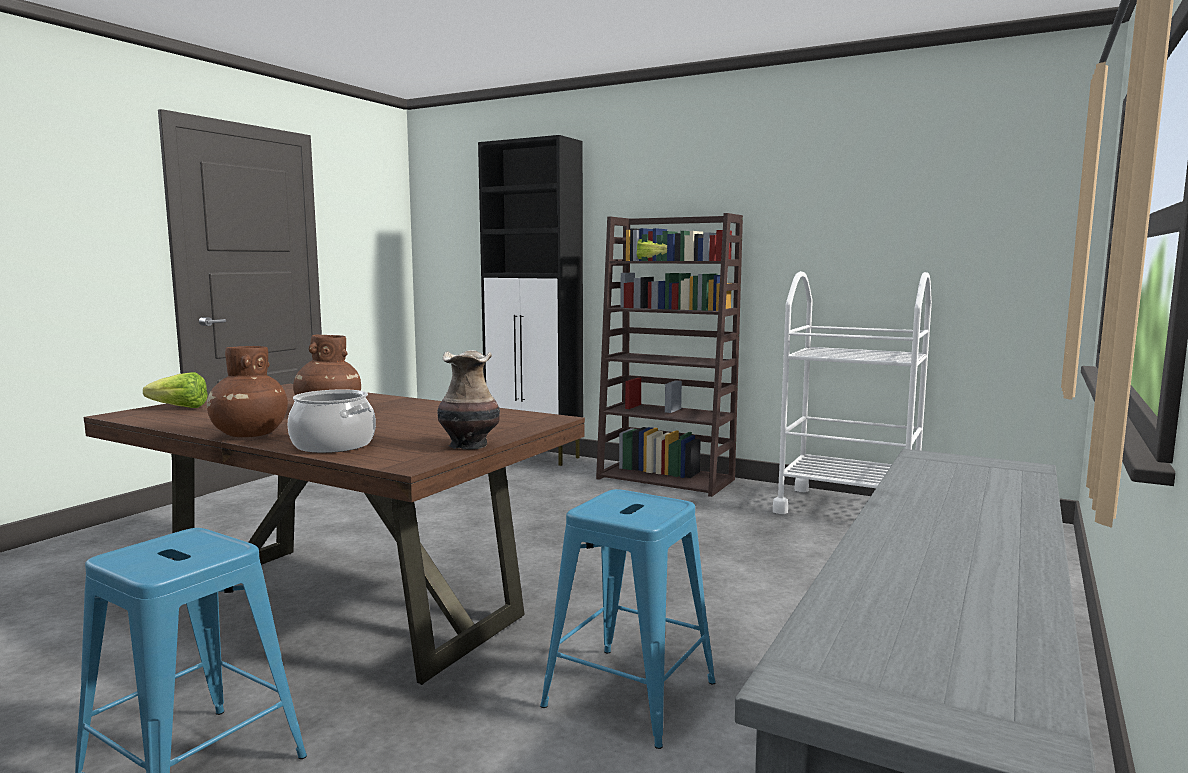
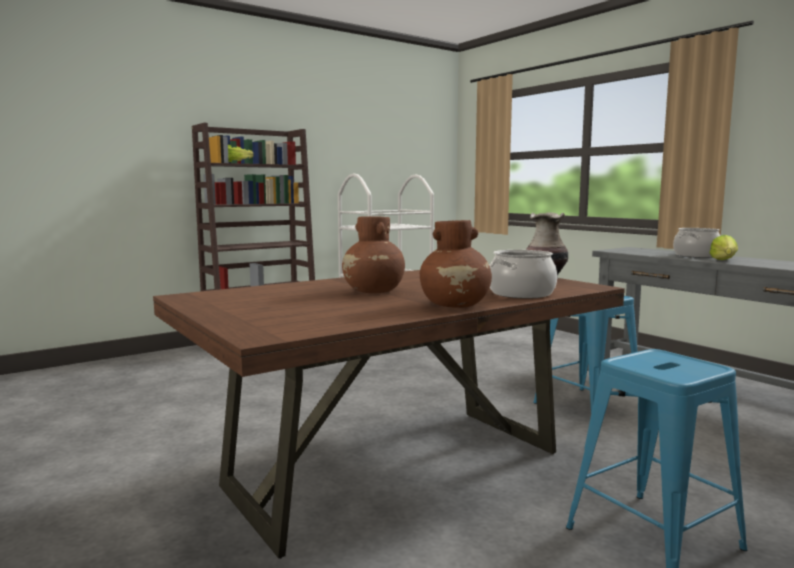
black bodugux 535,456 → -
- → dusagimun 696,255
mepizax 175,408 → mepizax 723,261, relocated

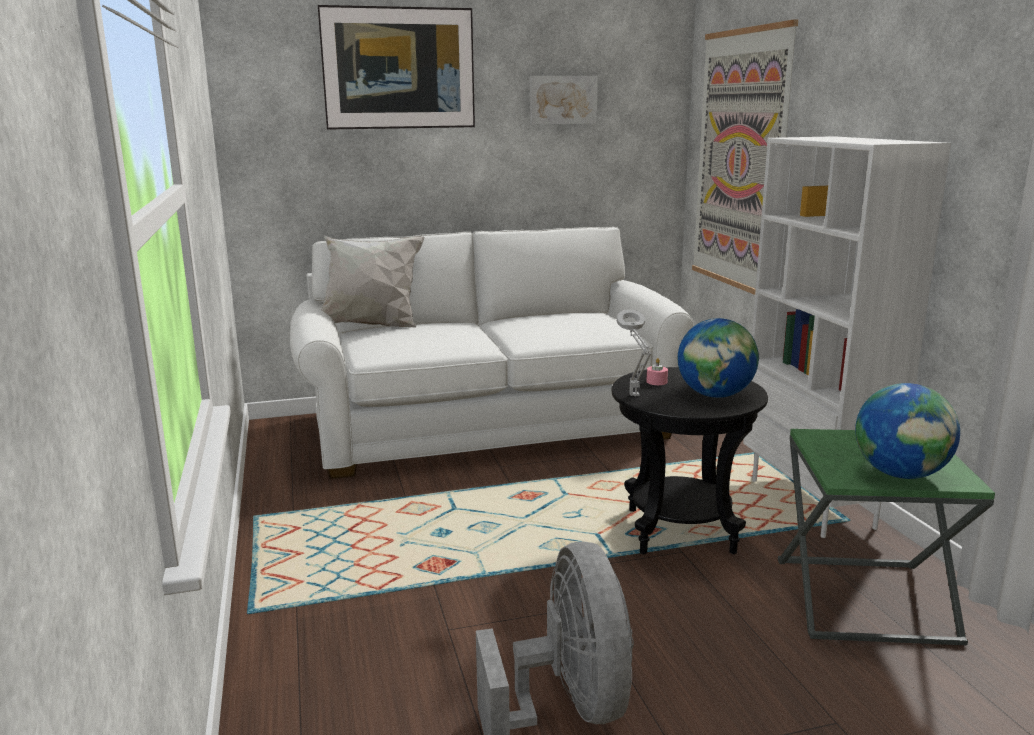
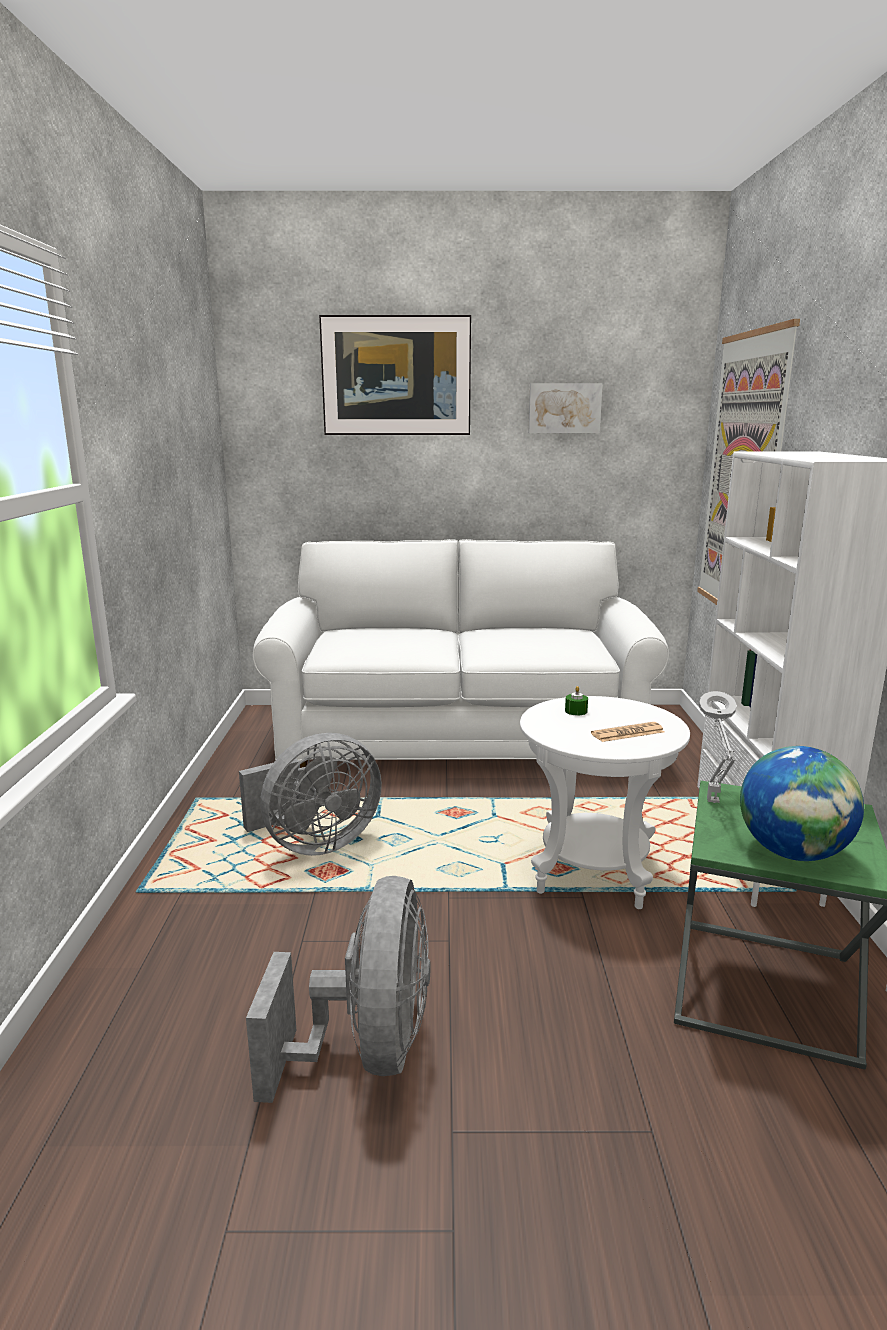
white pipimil 372,326 → -
- → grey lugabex 314,844
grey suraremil 634,397 → grey suraremil 713,803, relocated
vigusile 715,395 → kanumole 627,733
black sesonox 680,531 → white sesonox 593,874
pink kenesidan 656,382 → green kenesidan 576,711

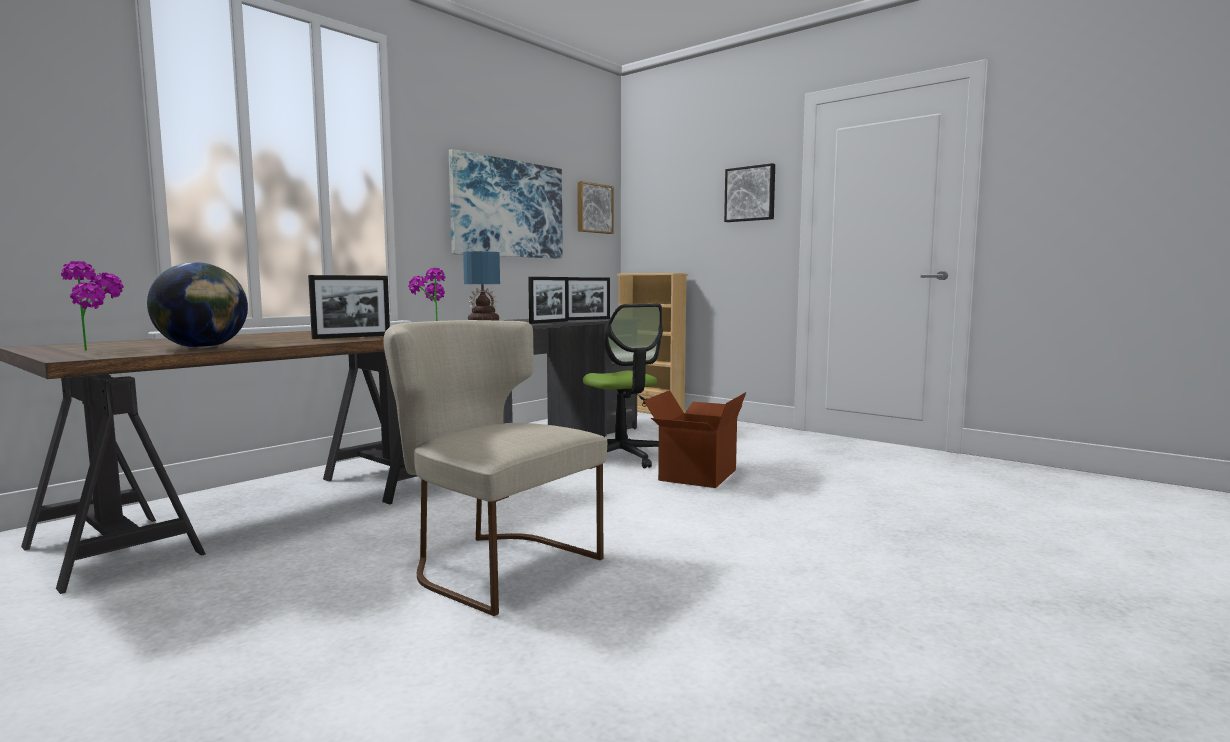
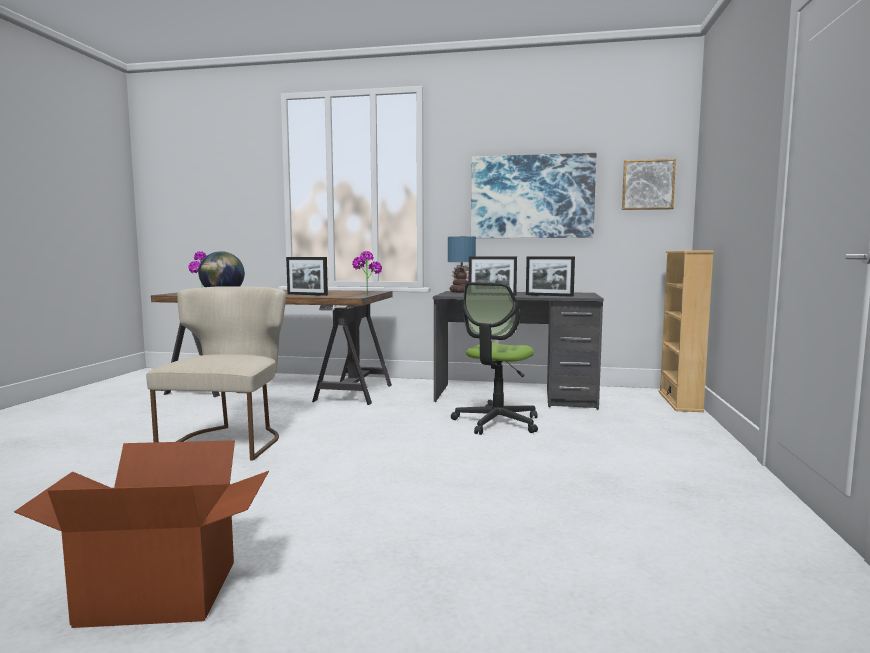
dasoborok 750,194 → -
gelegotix 696,474 → gelegotix 161,591, relocated

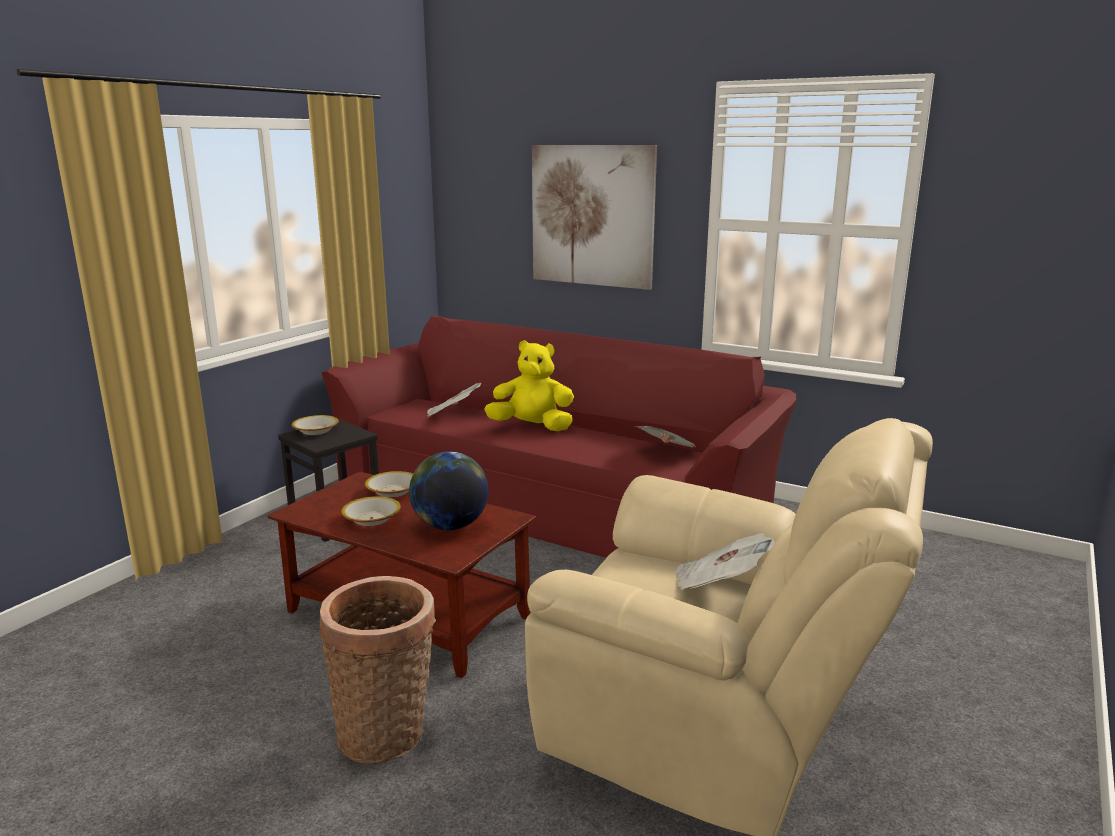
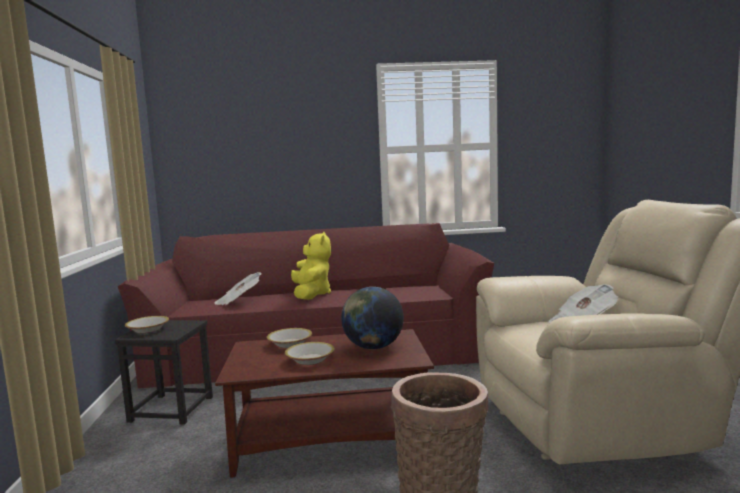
dasoborok 592,216 → -
kanumole 667,453 → -
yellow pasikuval 532,427 → yellow pasikuval 311,295, 105 degrees clockwise

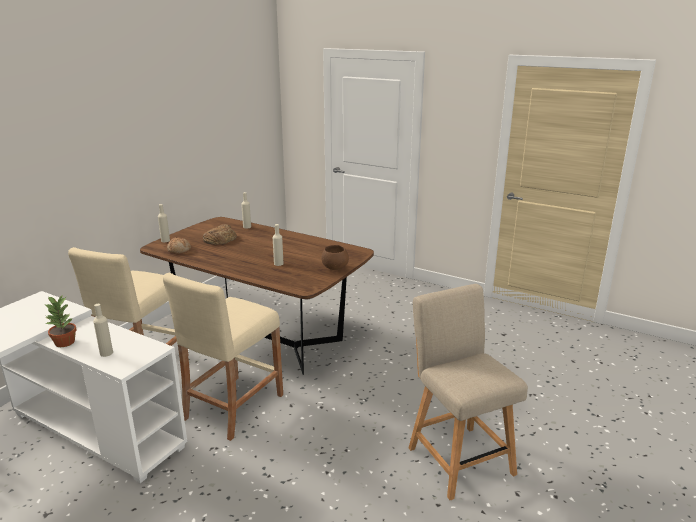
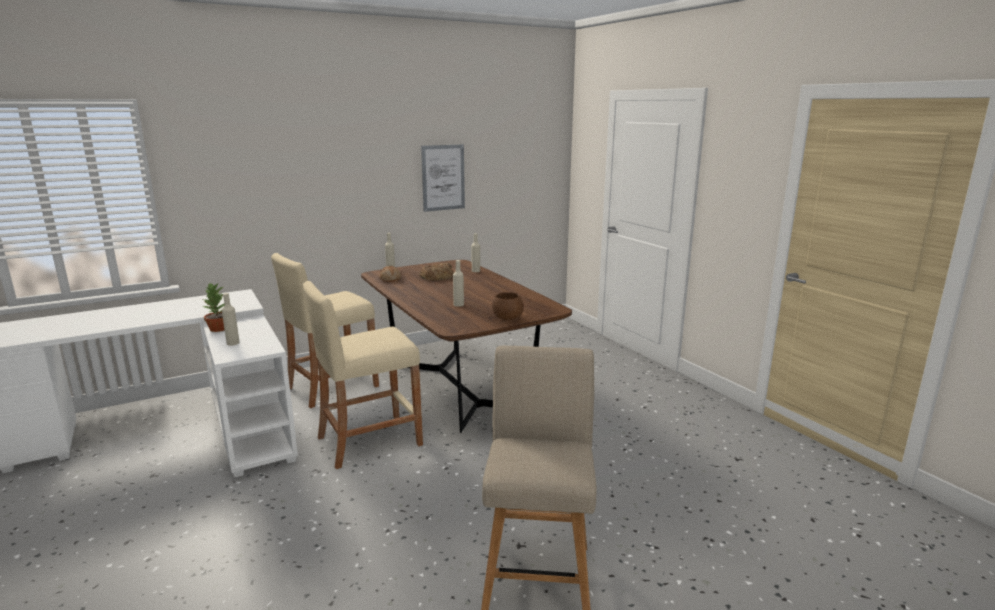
- → dasoborok 443,177

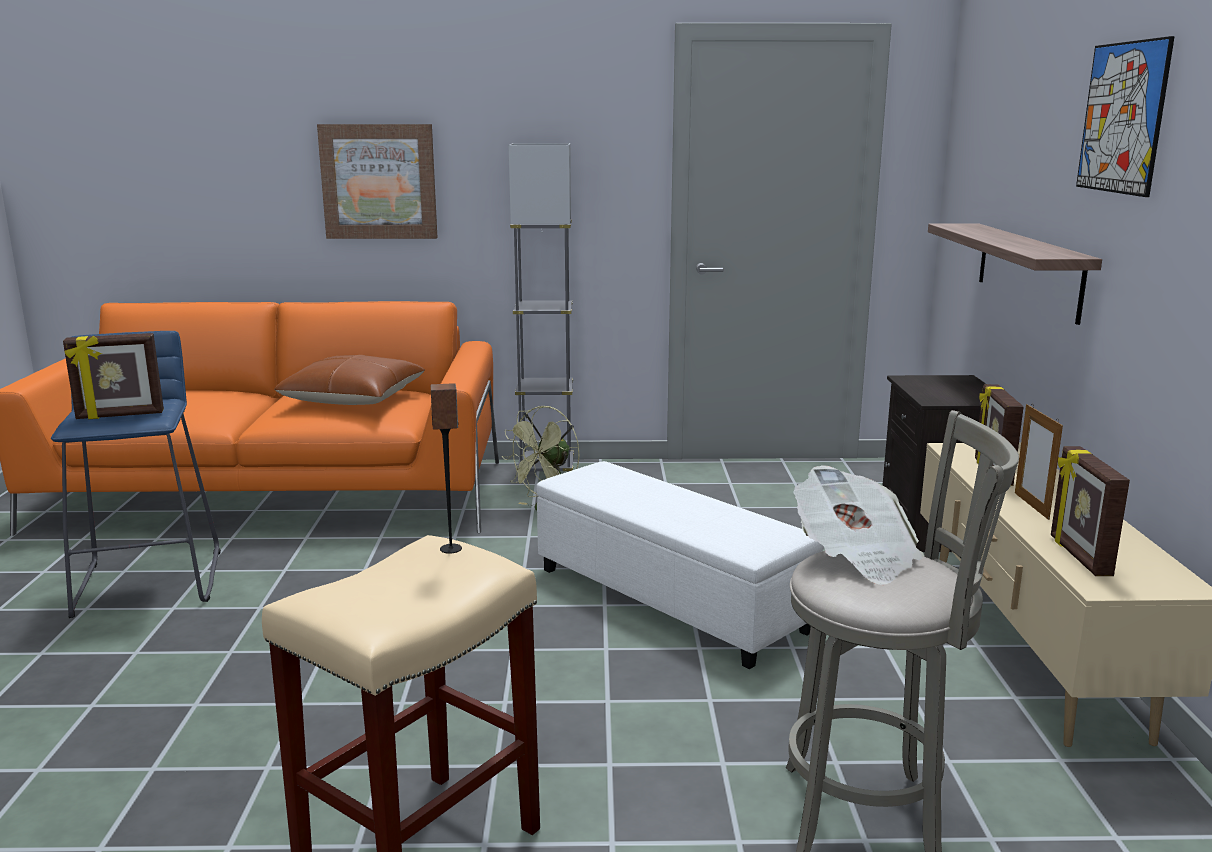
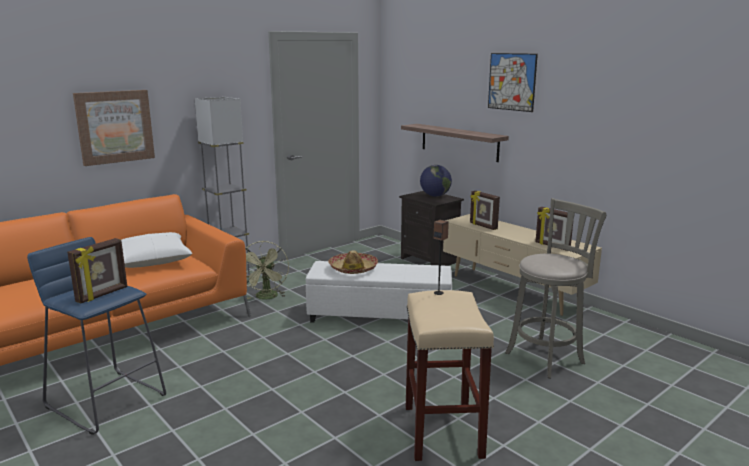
kanumole 855,556 → -
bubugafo 1031,506 → -
- → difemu 353,269
- → vigusile 435,196
brown pipimil 353,398 → white pipimil 152,260

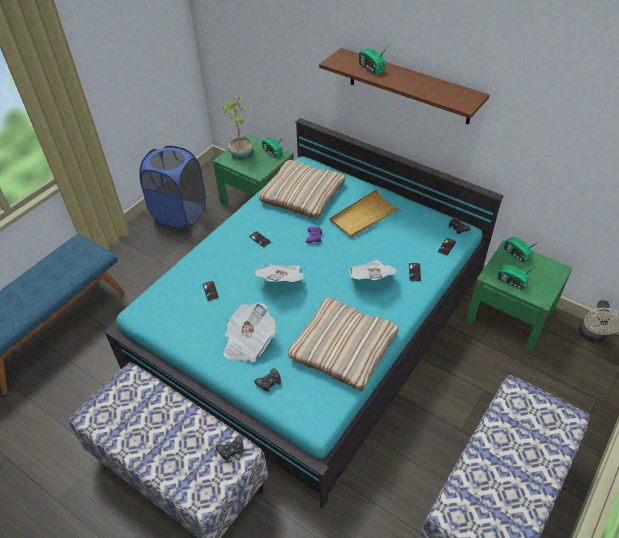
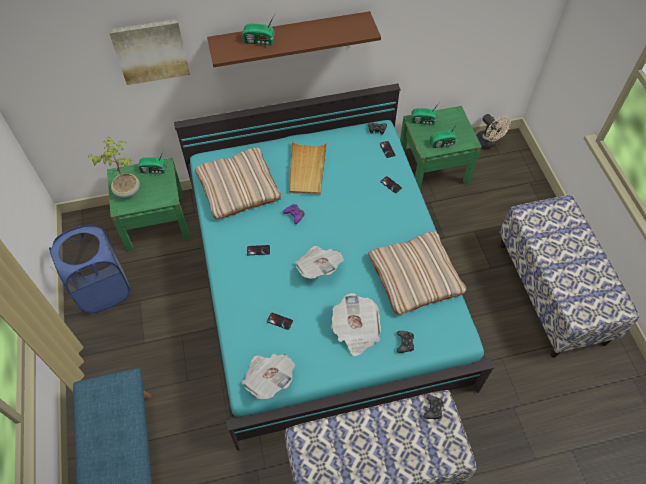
- → dasoborok 151,51
kanumole 371,279 → kanumole 268,378, relocated

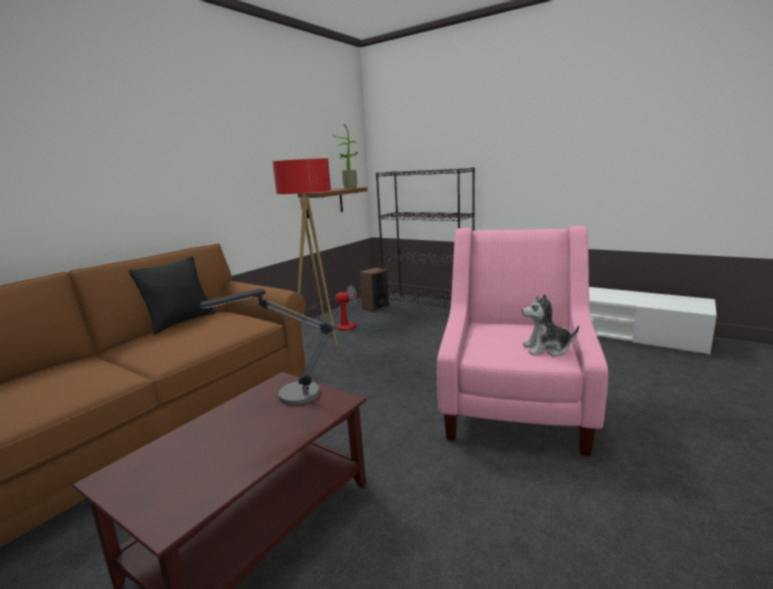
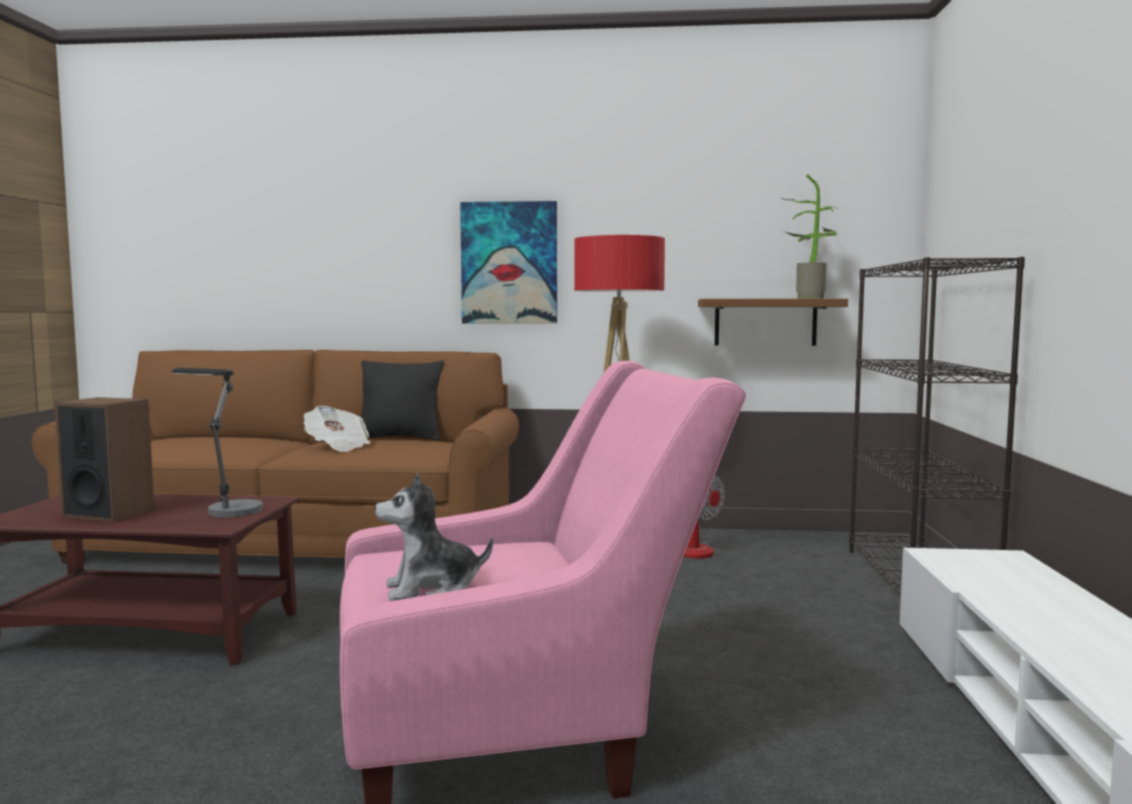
- → kanumole 337,446
- → dasoborok 509,263
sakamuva 375,307 → sakamuva 109,513, relocated
pasikuval 547,349 → pasikuval 431,589, 75 degrees counterclockwise

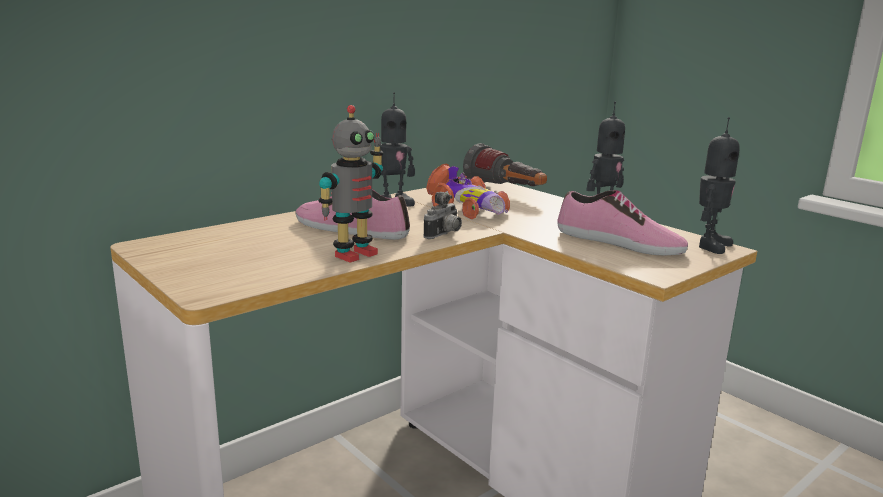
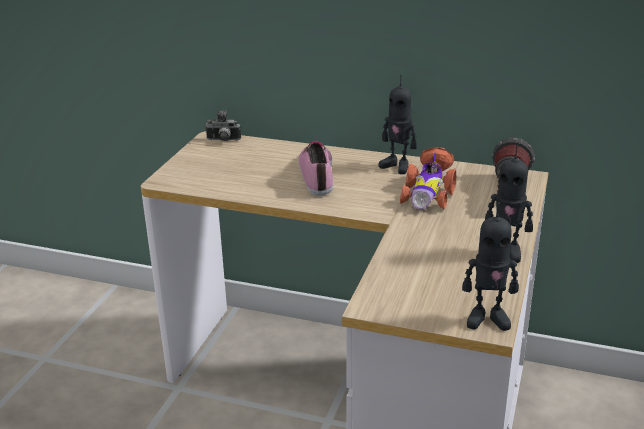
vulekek 353,254 → -
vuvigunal 618,242 → -
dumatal 444,235 → dumatal 223,140, relocated

